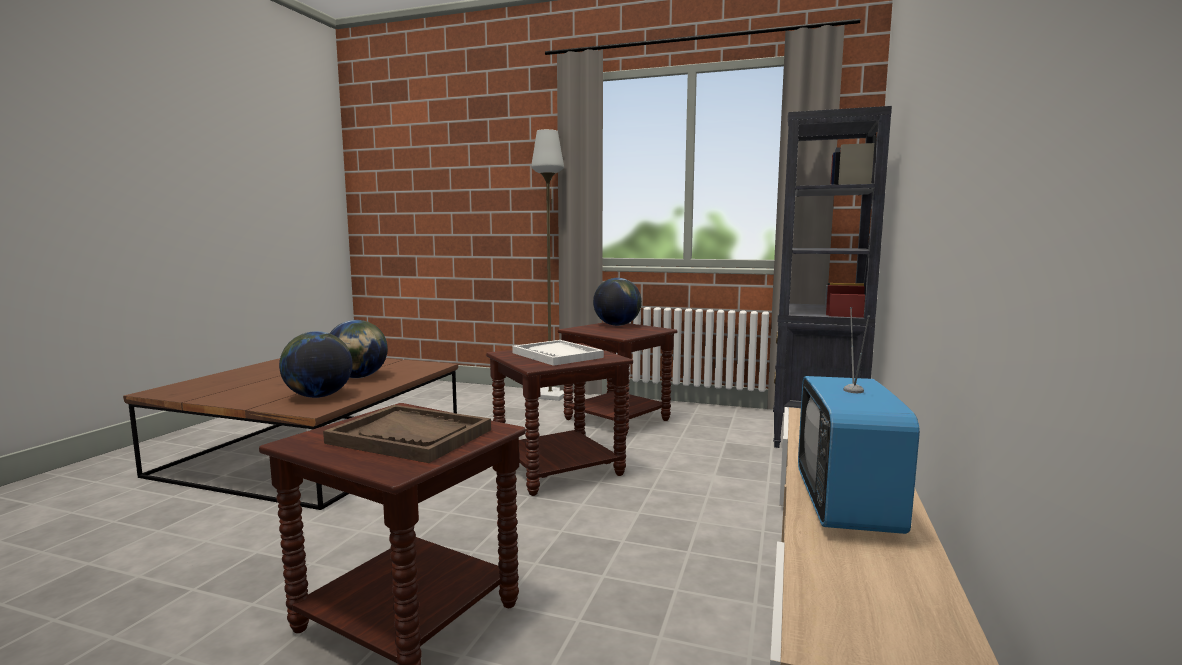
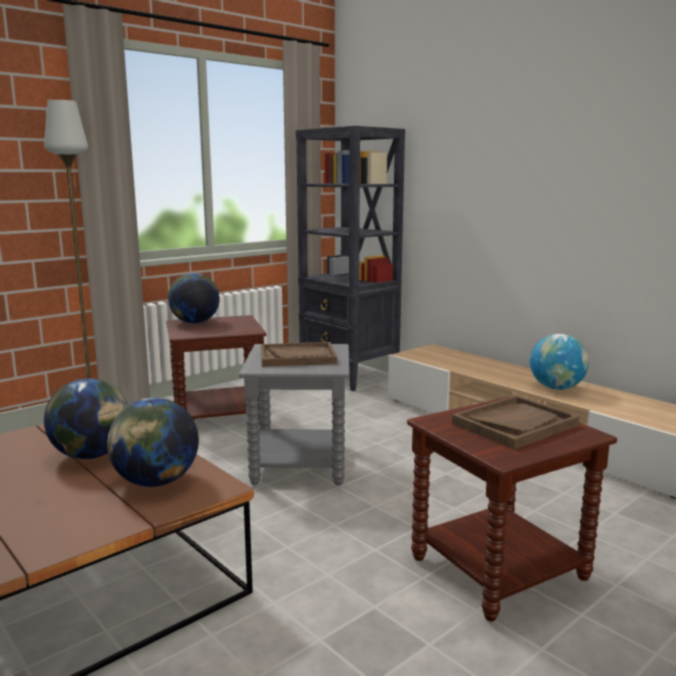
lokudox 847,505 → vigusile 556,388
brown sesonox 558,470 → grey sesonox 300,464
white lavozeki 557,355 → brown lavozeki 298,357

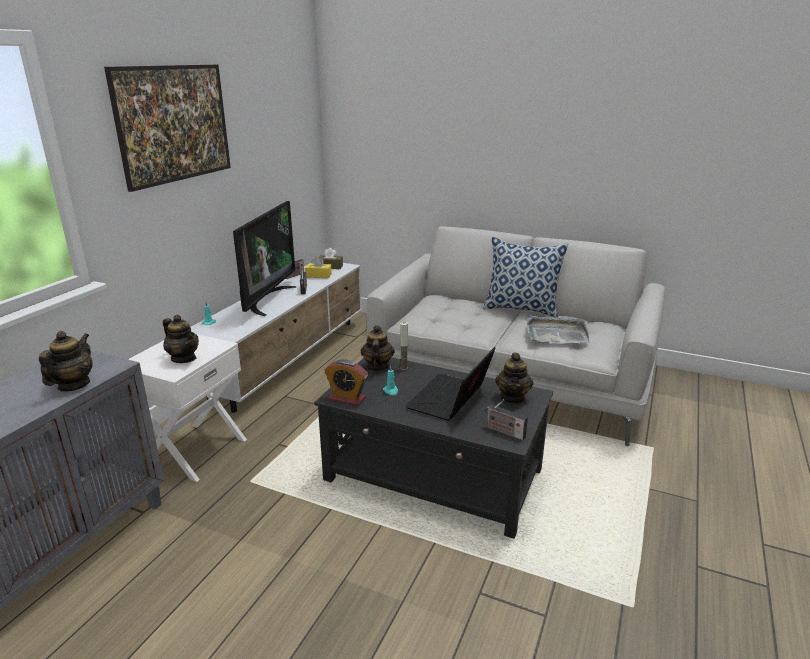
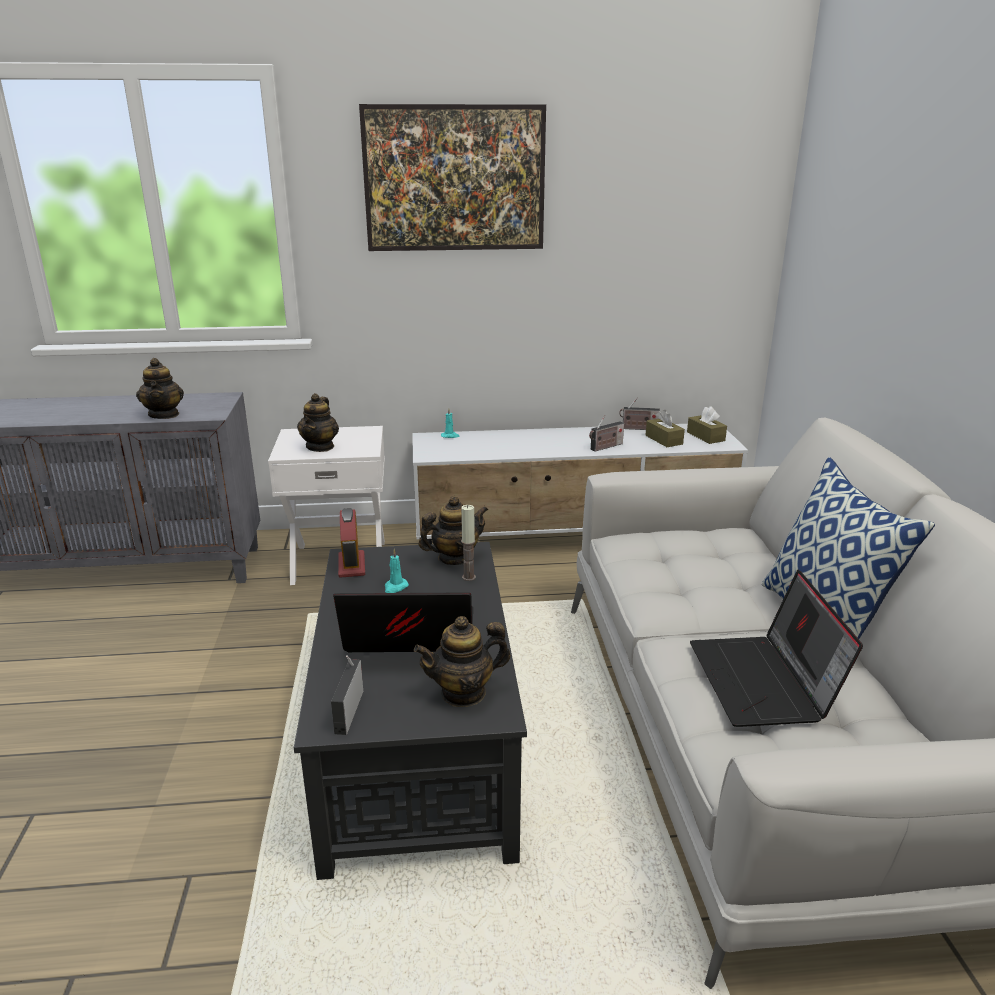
lokudox 267,299 → -
grey lavozeki 556,333 → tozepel 764,682
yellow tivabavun 318,275 → brown tivabavun 664,440
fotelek 73,385 → fotelek 164,415, 90 degrees clockwise

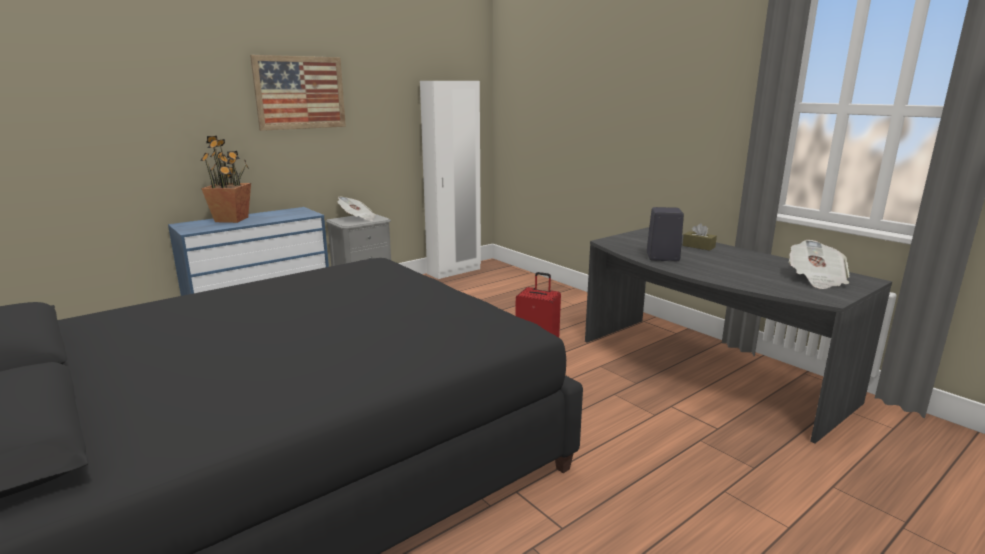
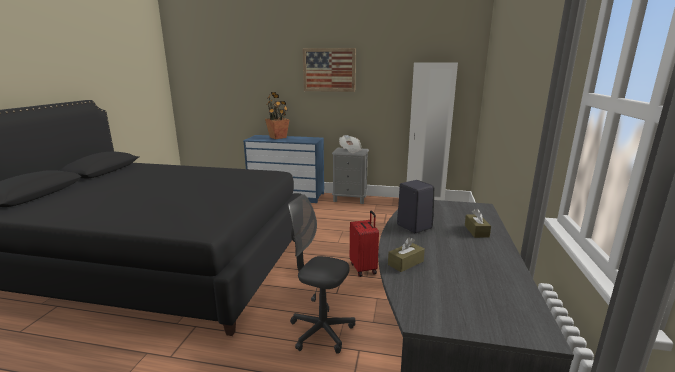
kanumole 816,279 → -
- → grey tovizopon 321,331
- → brown tivabavun 405,263

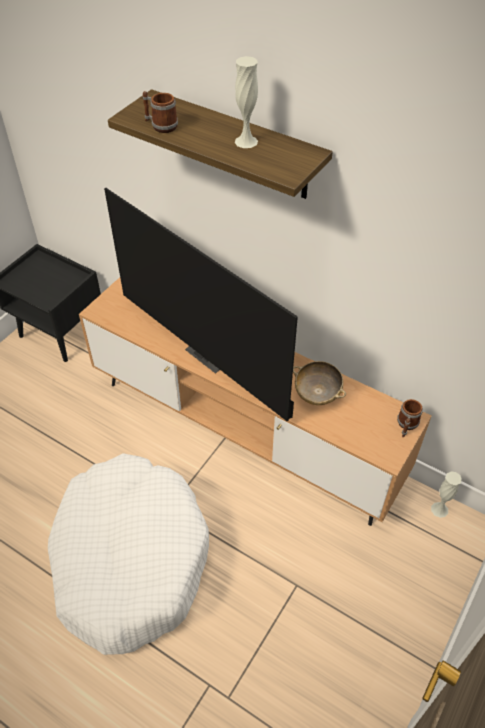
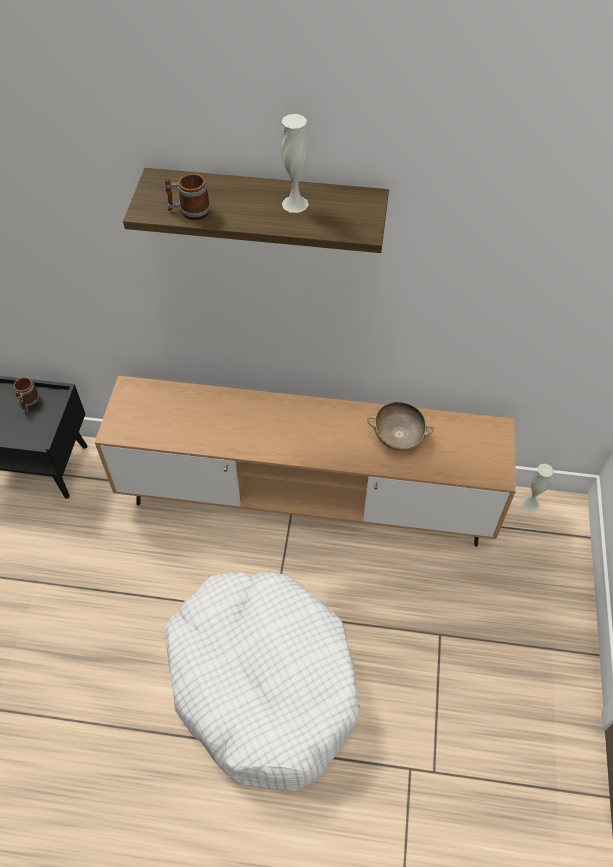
lokudox 211,353 → -
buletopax 406,425 → buletopax 29,403, relocated

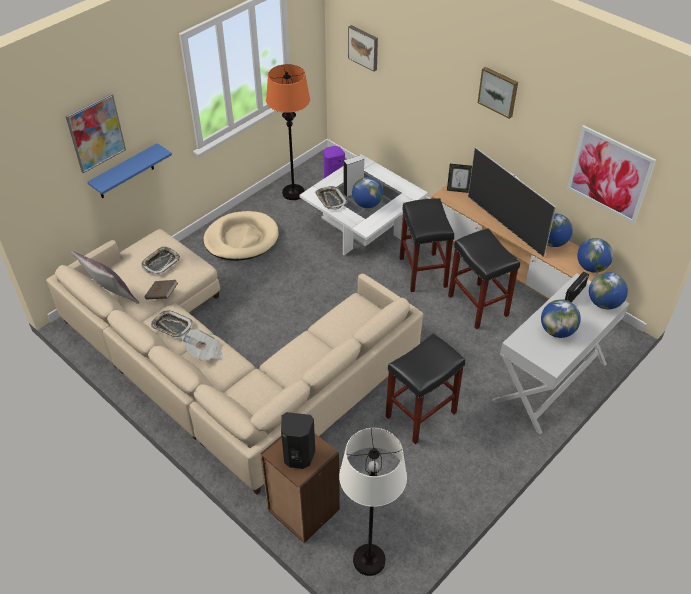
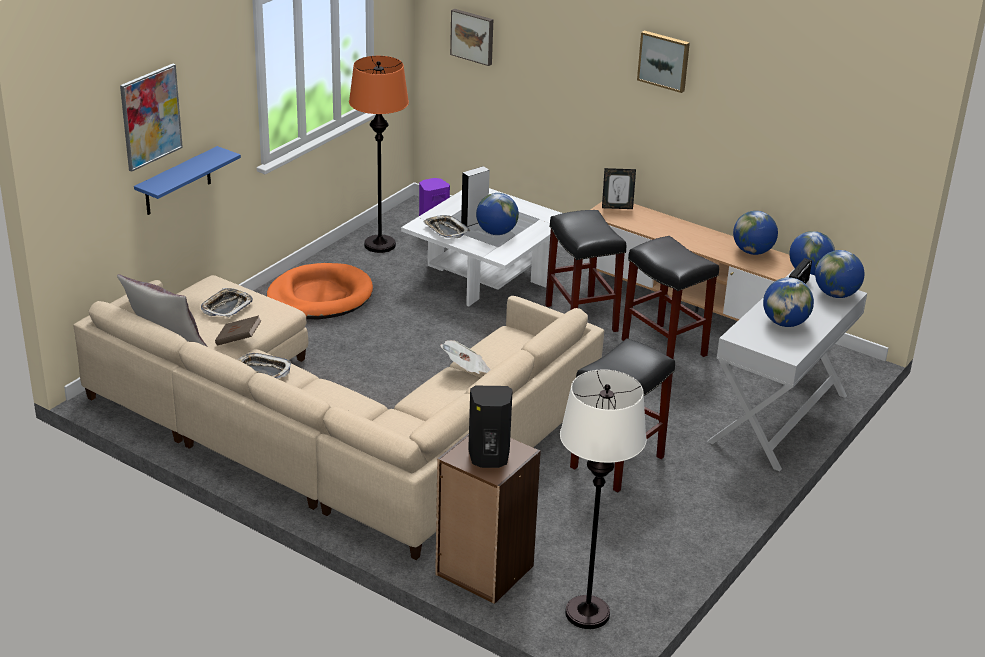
lokudox 505,225 → -
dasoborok 609,174 → -
kanumole 204,352 → kanumole 466,369, relocated
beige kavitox 241,239 → orange kavitox 320,297

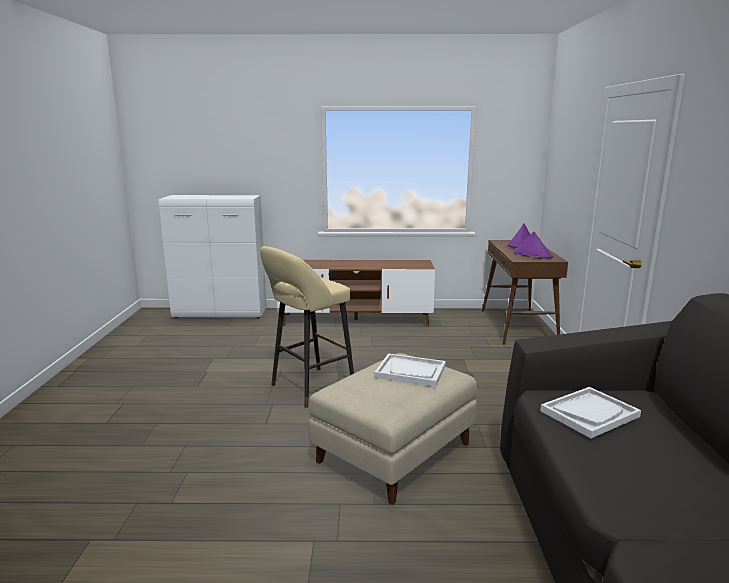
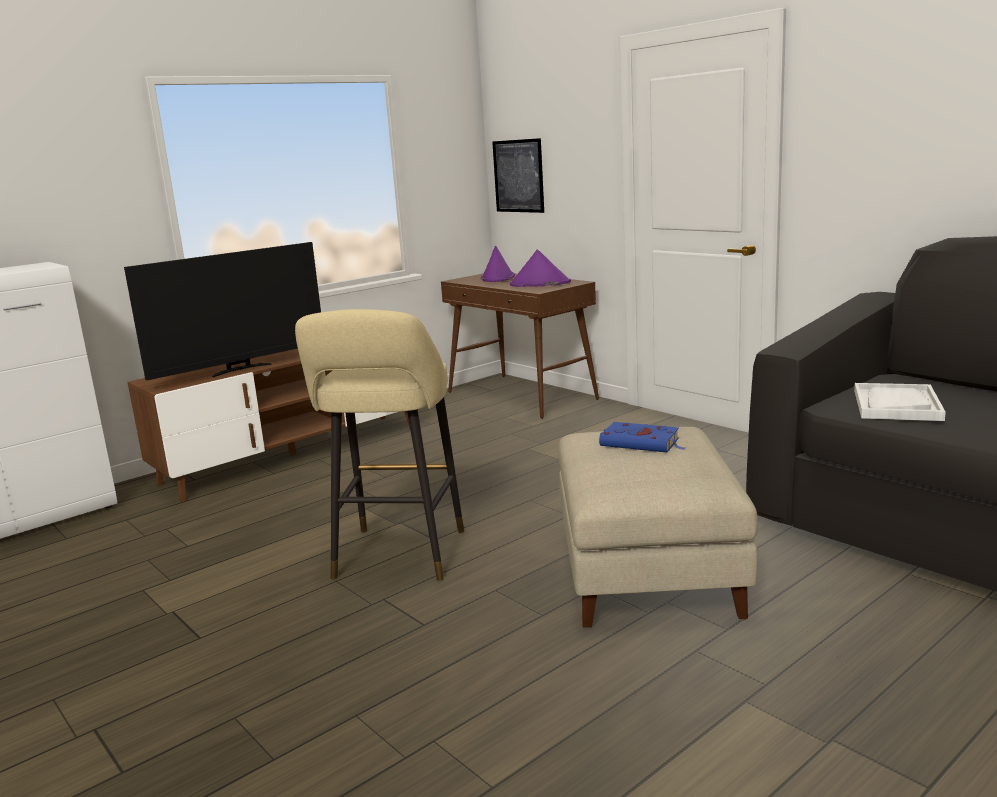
- → lokudox 240,369
- → dasoborok 518,176
white lavozeki 411,372 → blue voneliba 642,443

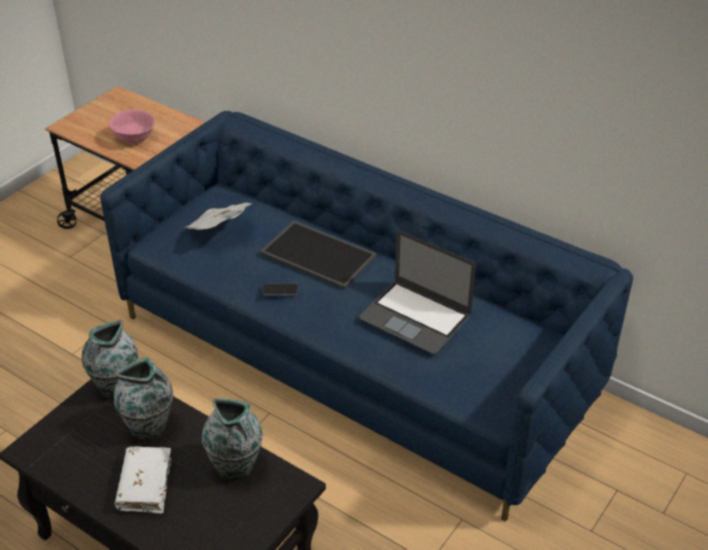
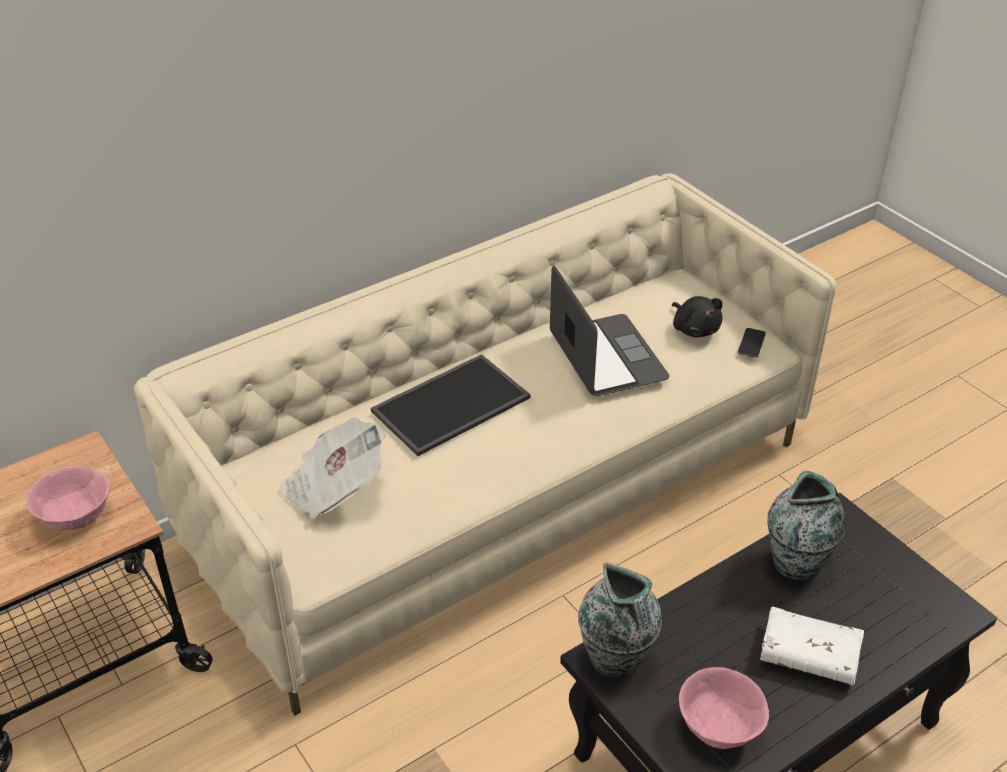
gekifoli 149,427 → -
- → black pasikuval 695,329
- → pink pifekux 720,726
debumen 280,290 → debumen 751,344, relocated
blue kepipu 354,357 → beige kepipu 503,492
tozepel 415,317 → tozepel 607,356, 75 degrees counterclockwise

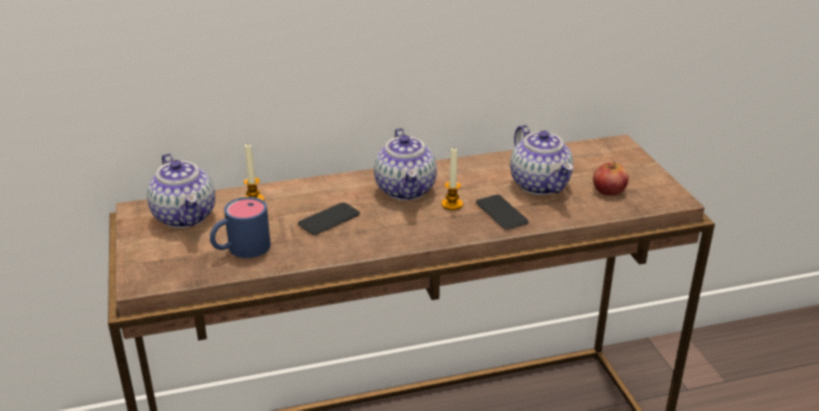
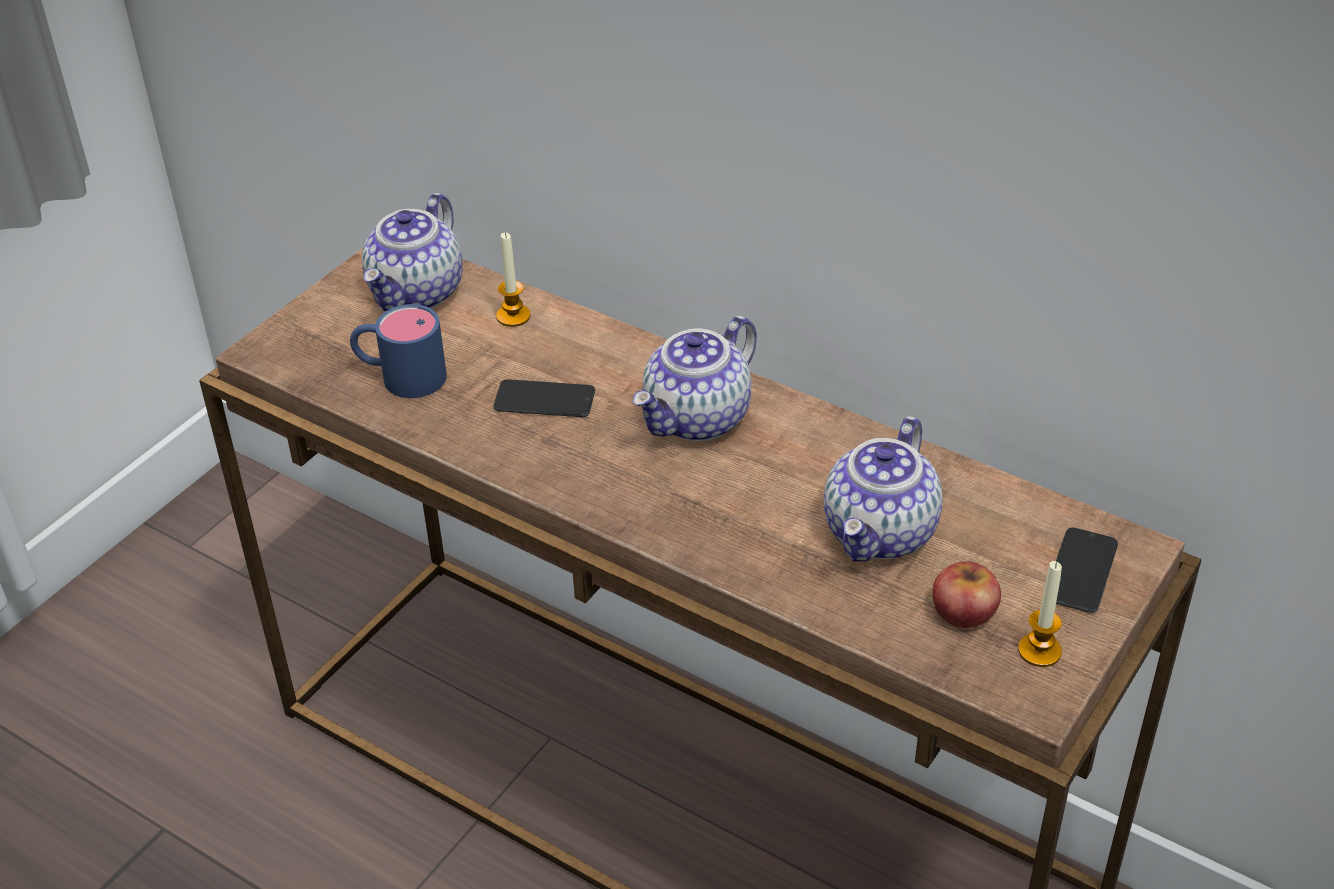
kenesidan 452,204 → kenesidan 1039,651, relocated
debumen 501,213 → debumen 1081,571, relocated

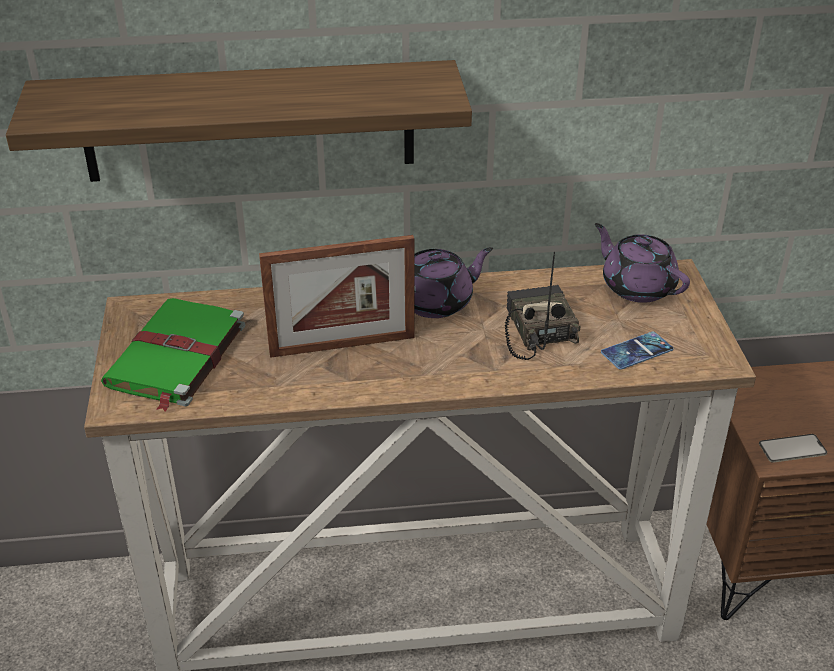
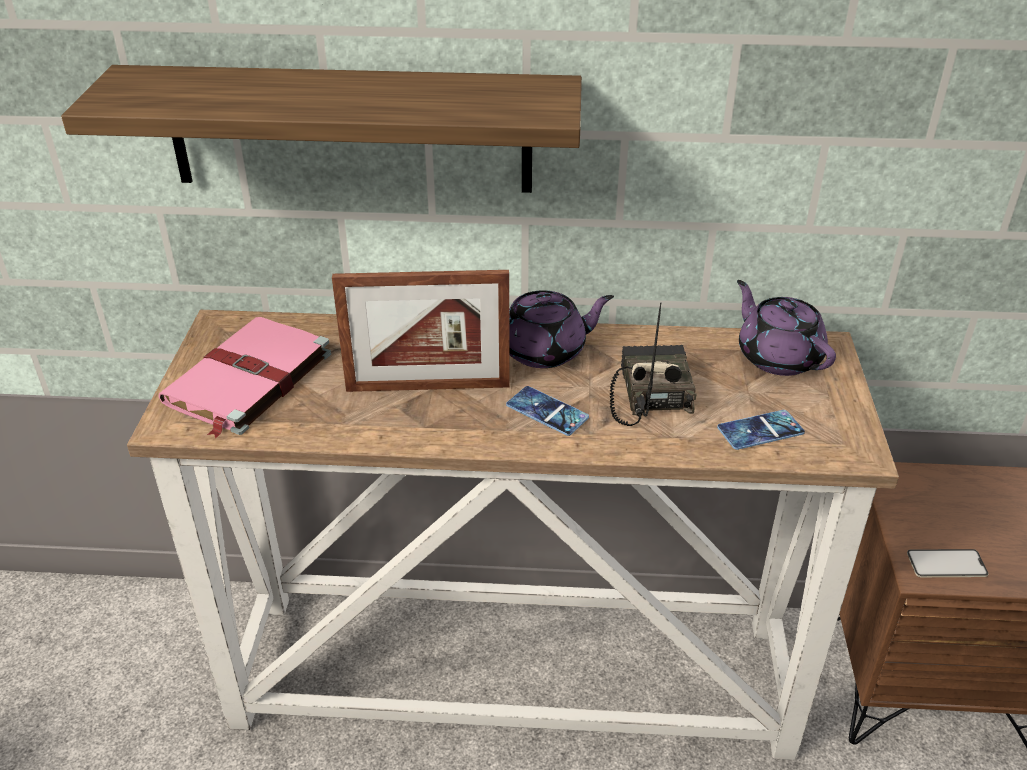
- → debumen 547,411
green voneliba 175,357 → pink voneliba 247,380

